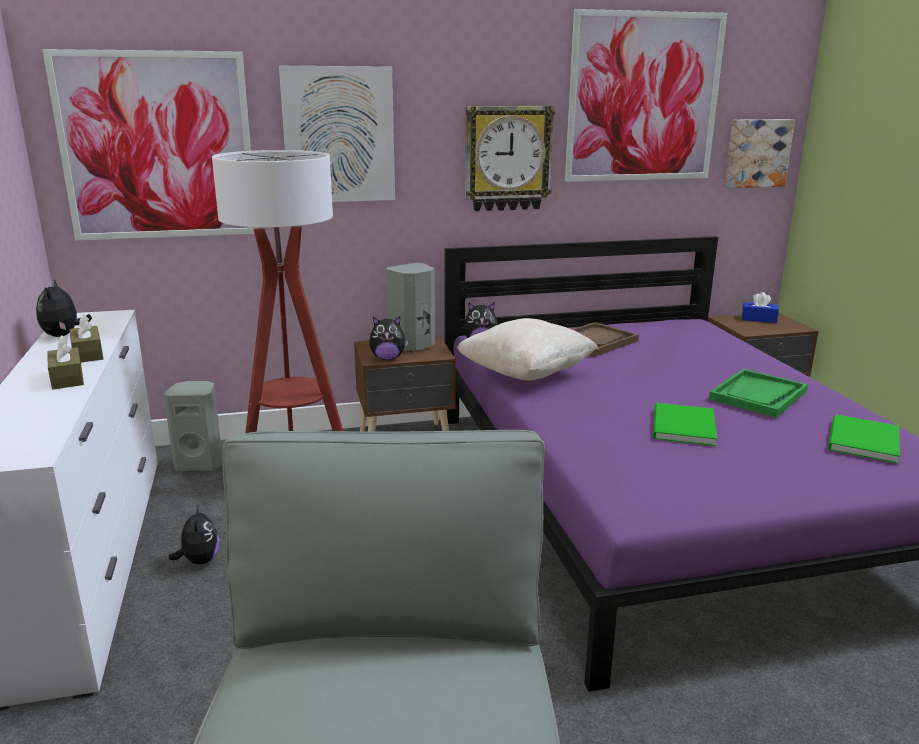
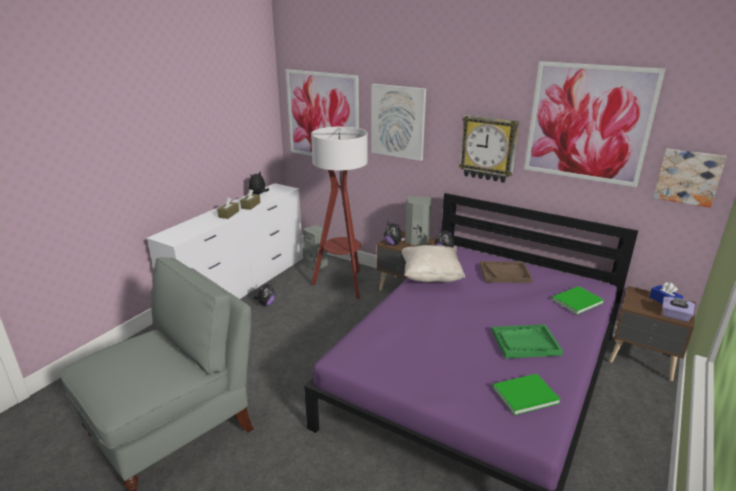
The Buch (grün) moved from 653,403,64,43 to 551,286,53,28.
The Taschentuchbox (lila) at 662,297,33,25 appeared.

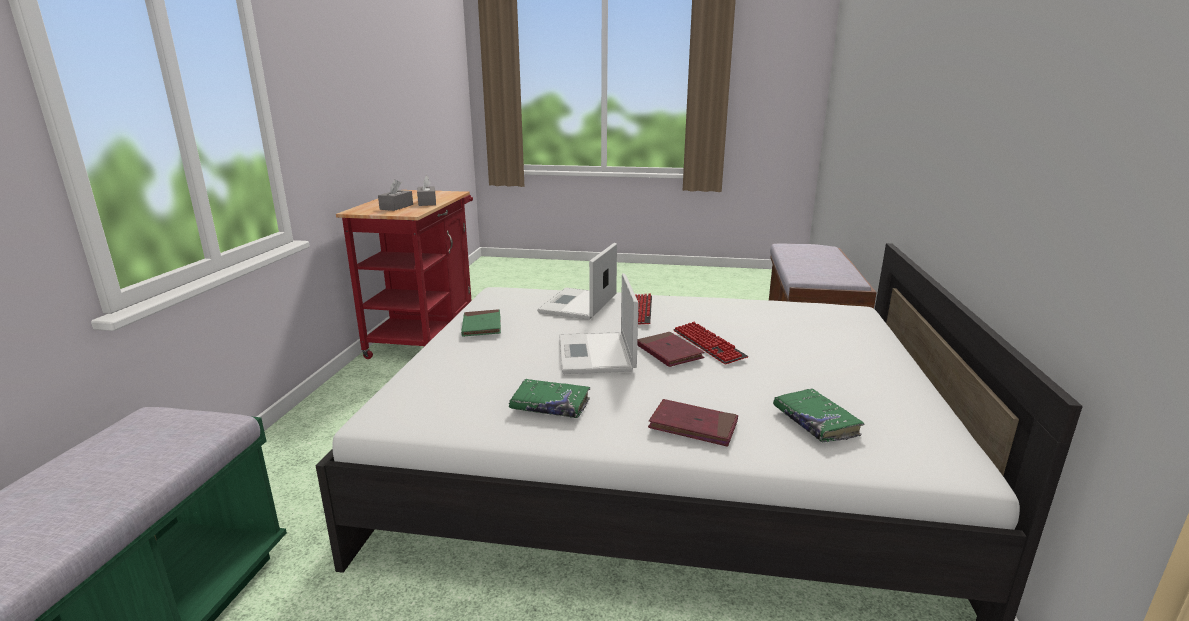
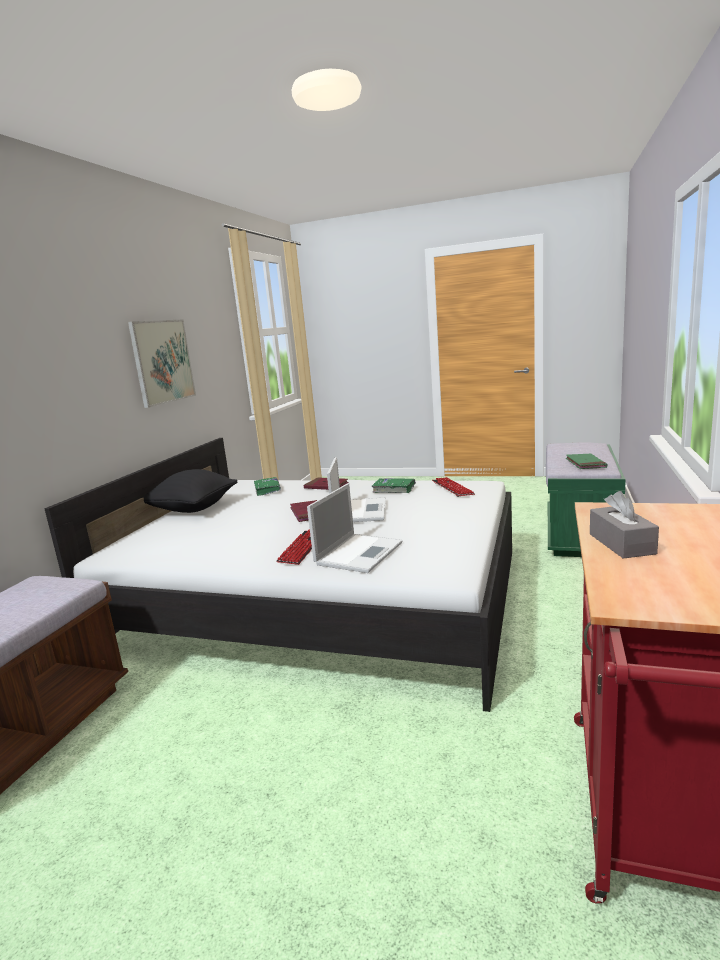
The Taschentuchbox (grau) at 378,179,35,32 disappeared.
The Buch (grün) moved from 461,309,40,28 to 566,453,41,16.
The Tastatur moved from 673,322,75,42 to 432,477,43,20.
The Bild at 128,319,68,89 appeared.
The Kissen (schwarz) at 142,469,96,44 appeared.

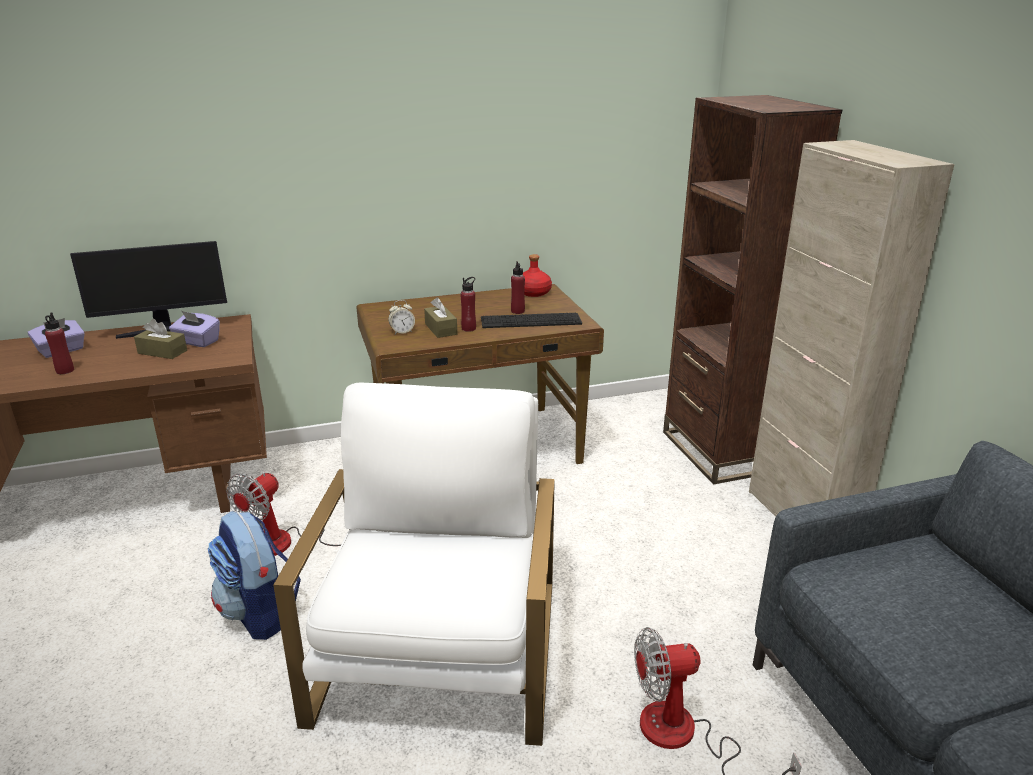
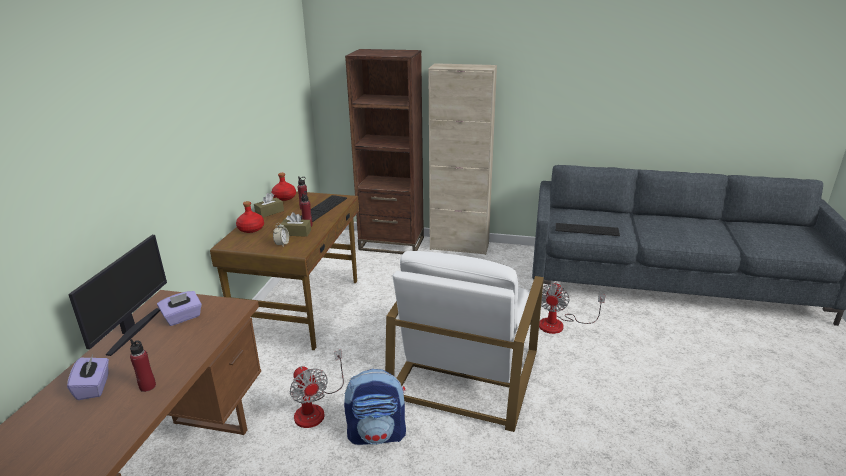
The Taschentuchbox (braun) moved from 134,319,53,40 to 254,193,30,24.
The Sessel (weiß) at 273,383,282,363 turned 105 degrees counterclockwise.
The Flasche (rot) at 236,201,28,32 appeared.
The Tastatur at 556,223,64,13 appeared.

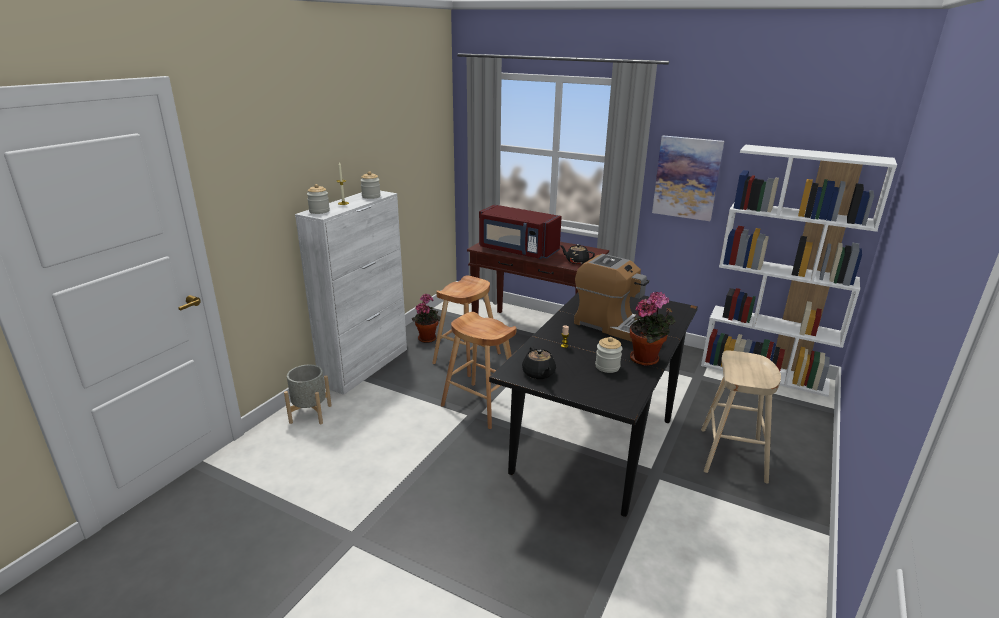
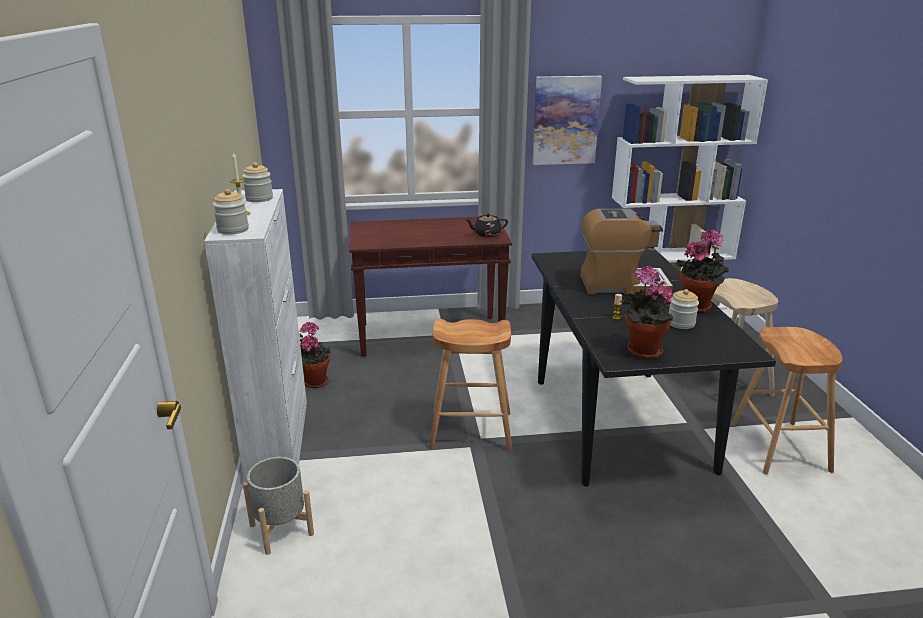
The Hocker (braun) moved from 432,276,69,101 to 731,327,112,147.
The Mikrowelle (rot) at 479,205,83,54 disappeared.
The Teekanne (schwarz) at 522,346,34,33 was replaced by the Topfpflanze at 620,266,53,93.

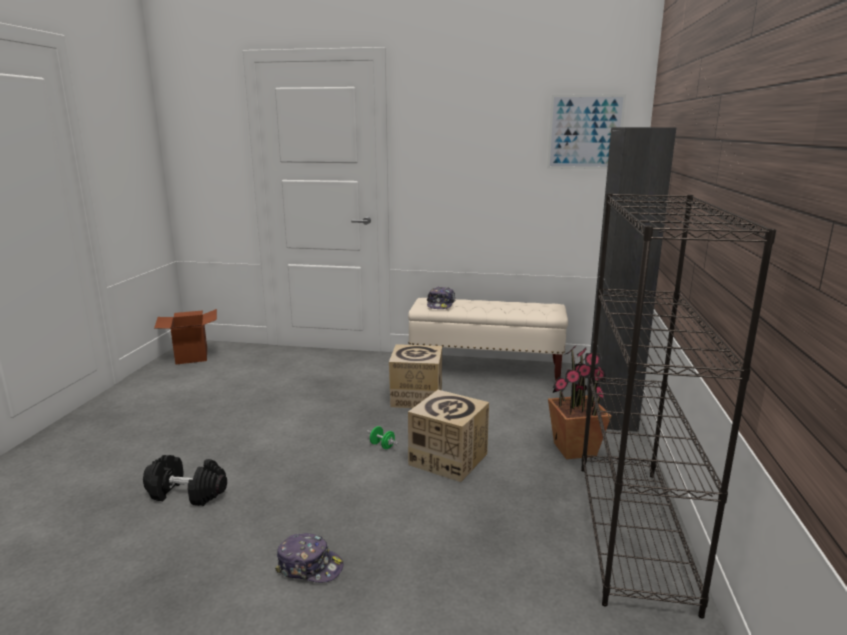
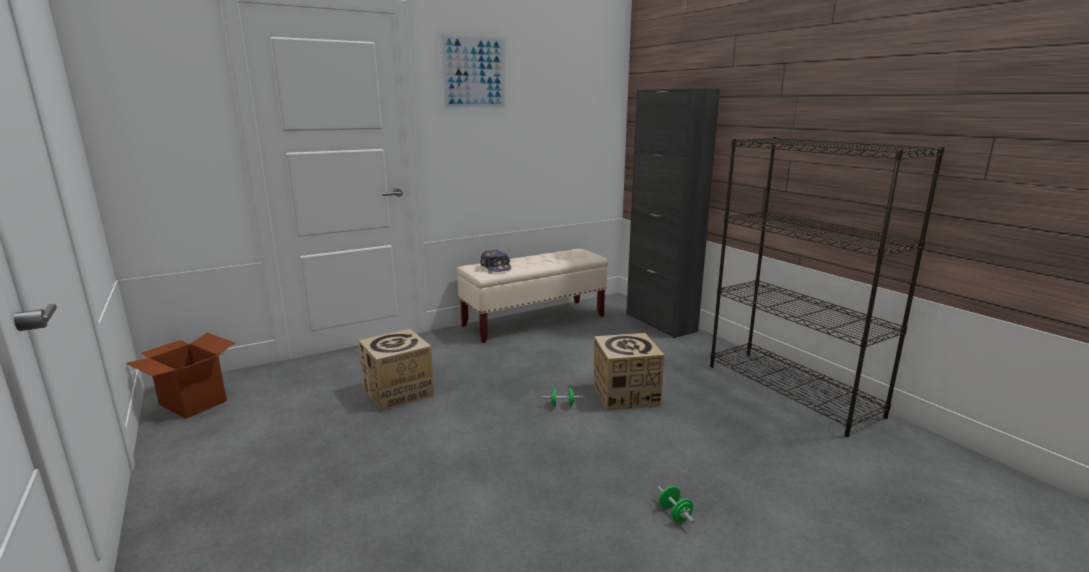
The Hantel (schwarz) at 143,455,84,51 disappeared.
The Kappe at 275,533,69,50 was replaced by the Hantel (grün) at 658,486,37,37.
The Karton moved from 389,344,53,64 to 358,329,77,82.
The Bild moved from 547,94,79,75 to 439,33,68,77.
The Topfpflanze at 548,346,63,113 disappeared.

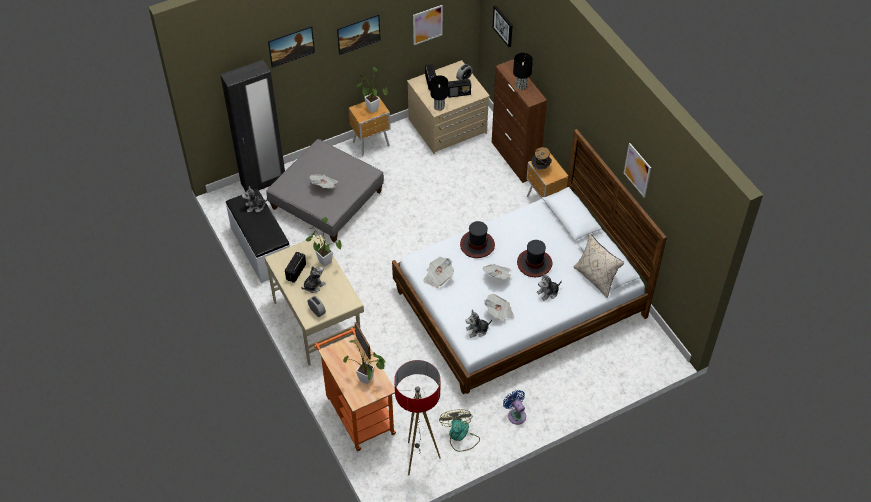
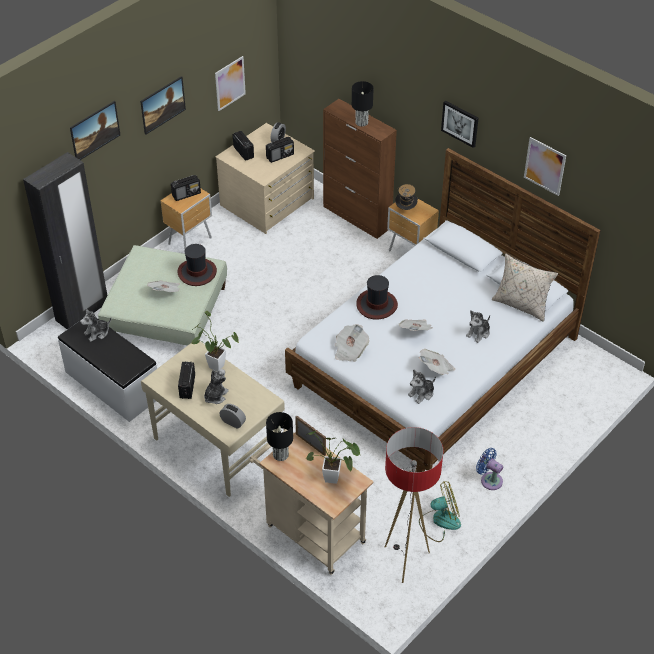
The Polsterhocker (grau) at 266,139,118,104 became the Polsterhocker (grün) at 98,245,129,101.
The Rollwagen (orange) at 314,328,82,123 became the Rollwagen (beige) at 250,429,123,146.
The Topfpflanze at 357,67,31,46 was replaced by the Radio at 171,175,30,26.
The Tischlampe (schwarz) moved from 430,75,18,36 to 266,412,27,49.
The Ventilator at 439,409,41,43 turned 105 degrees clockwise.
The Bild moved from 493,5,20,42 to 441,101,37,47.
The Hut moved from 517,240,35,37 to 178,244,39,42.

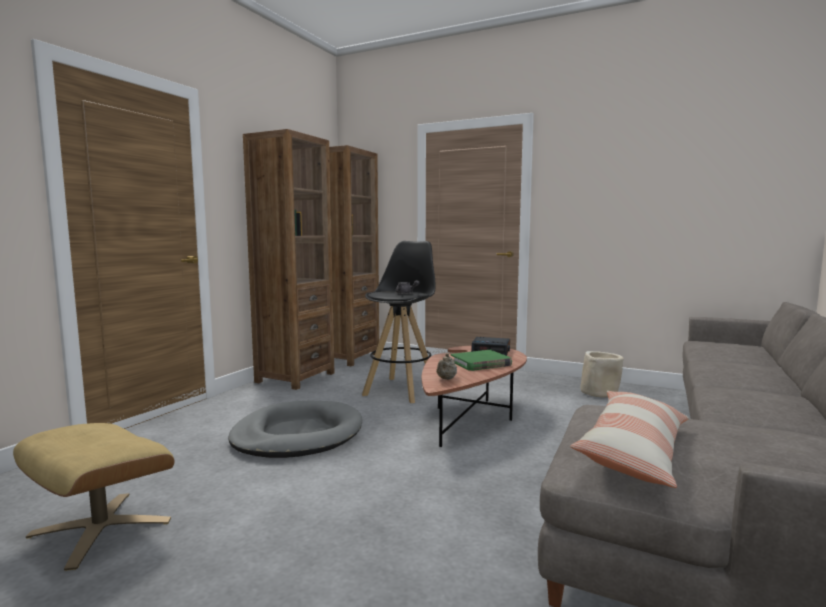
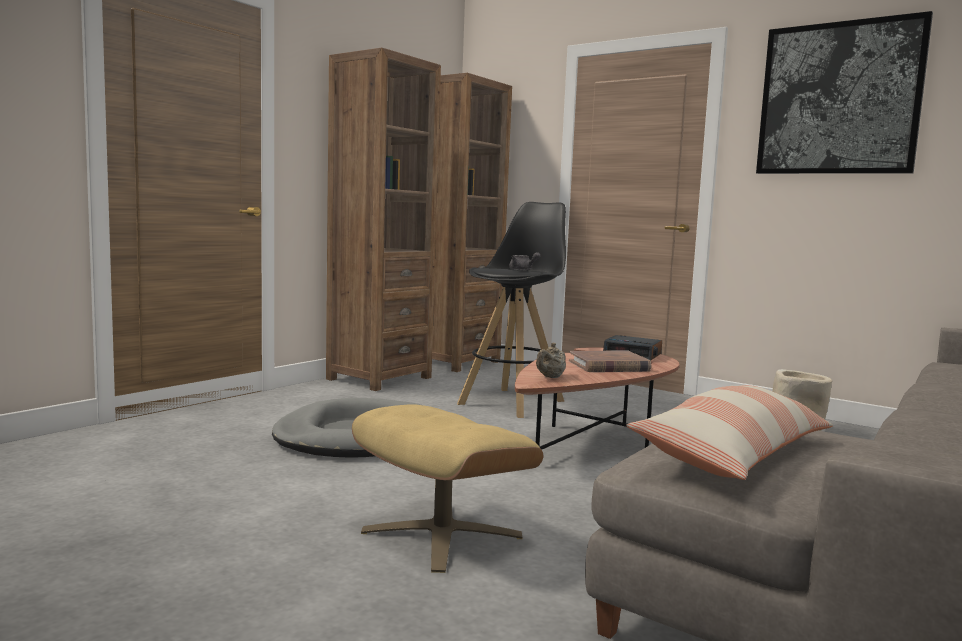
The Polsterhocker (beige) moved from 13,423,162,148 to 352,404,191,169.
The Buch (grün) at 451,350,61,21 became the Buch (braun) at 569,351,82,21.
The Bild at 756,11,177,163 appeared.

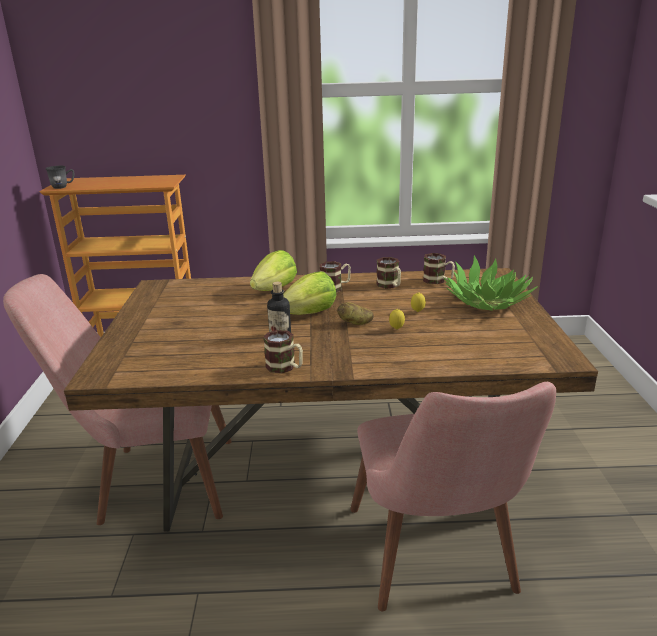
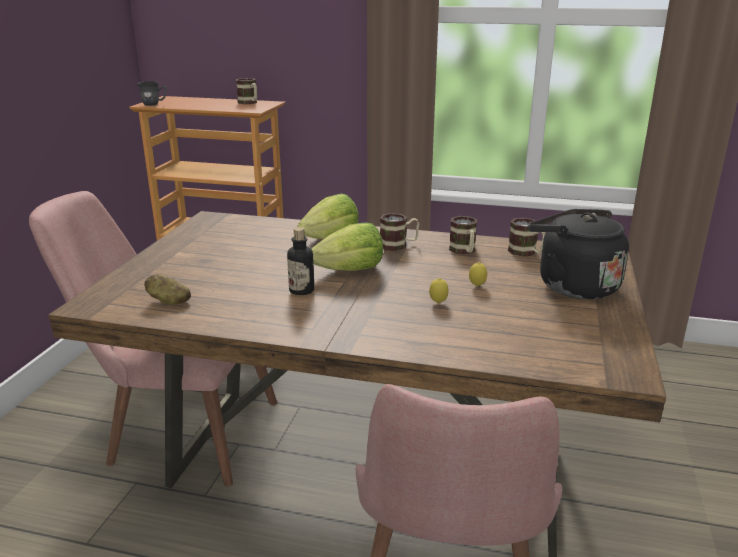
The Henkelbecher moved from 263,330,40,43 to 236,78,21,26.
The Kartoffel moved from 337,302,37,23 to 144,274,47,31.
The Topfpflanze at 444,255,94,56 was replaced by the Wasserkessel (schwarz) at 528,209,101,90.

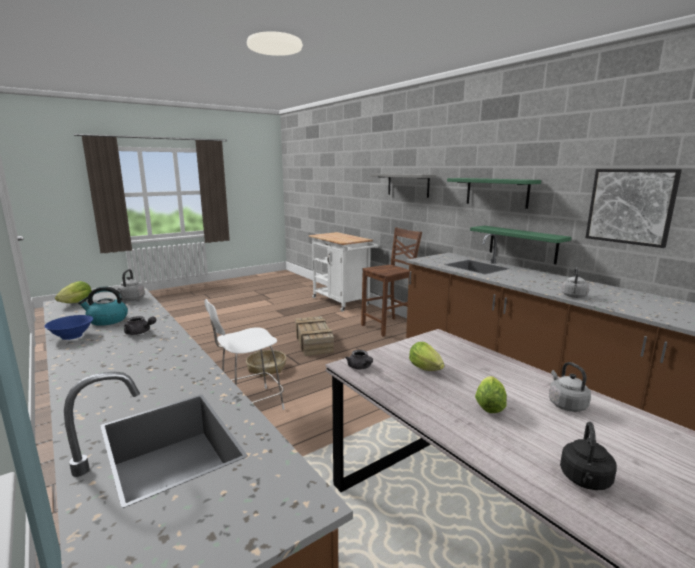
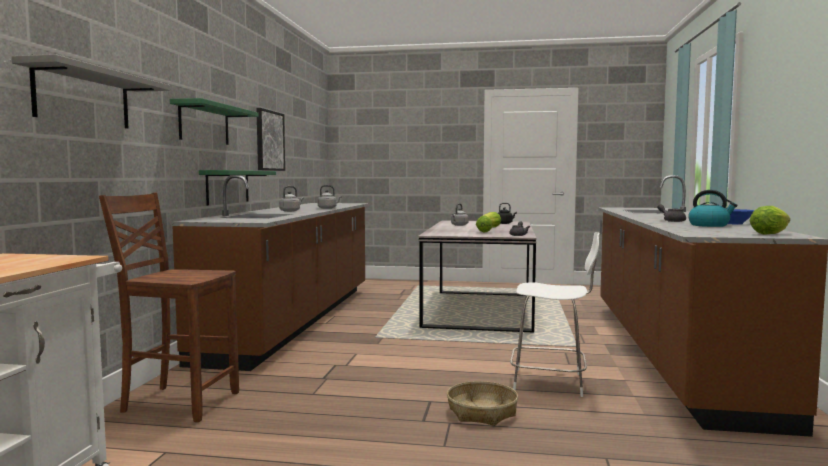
The Wasserkessel (grau) moved from 117,269,28,32 to 279,186,25,26.
The Kiste at 295,316,39,40 disappeared.

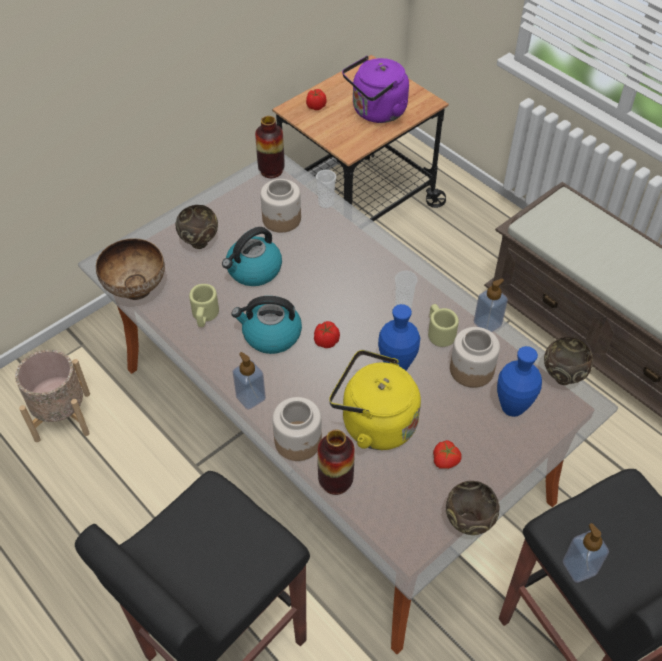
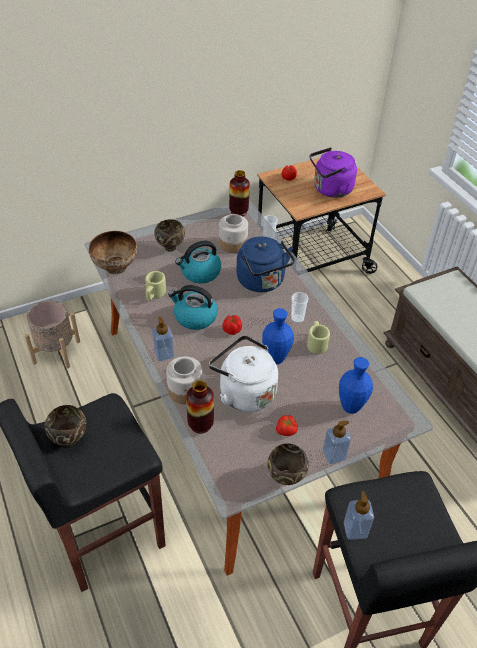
The Wasserkessel (gelb) at 329,350,92,100 became the Wasserkessel (weiß) at 209,335,69,77.
The Vorratsglas at 450,327,50,61 disappeared.
The Seifenspender moved from 474,279,34,53 to 323,420,28,44.
The Schüssel (braun) moved from 544,337,49,48 to 45,405,41,41.
The Wasserkessel (blau) at 236,237,59,55 appeared.

